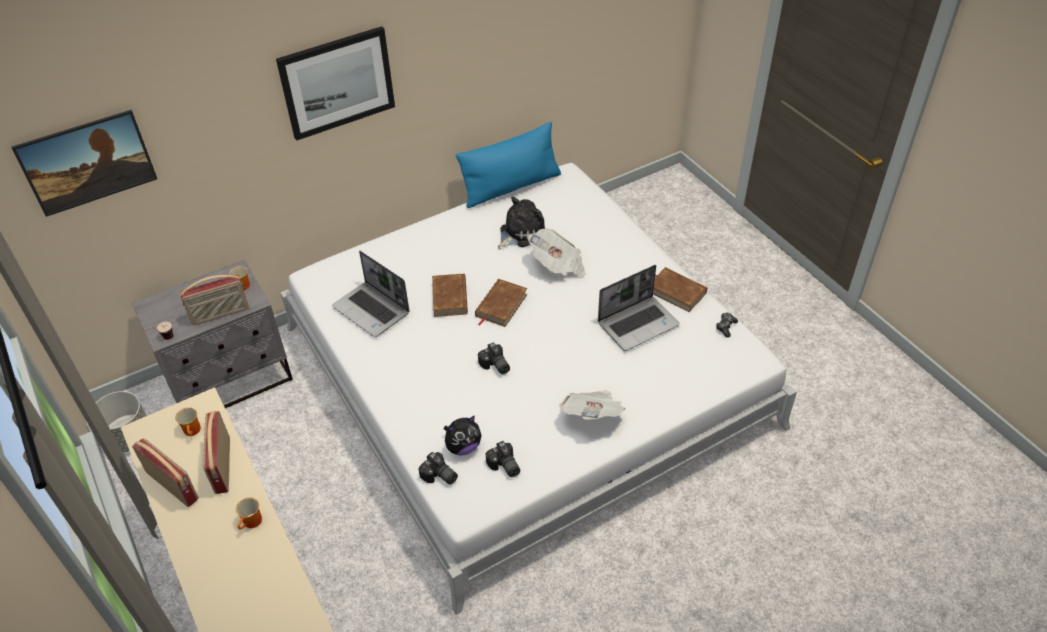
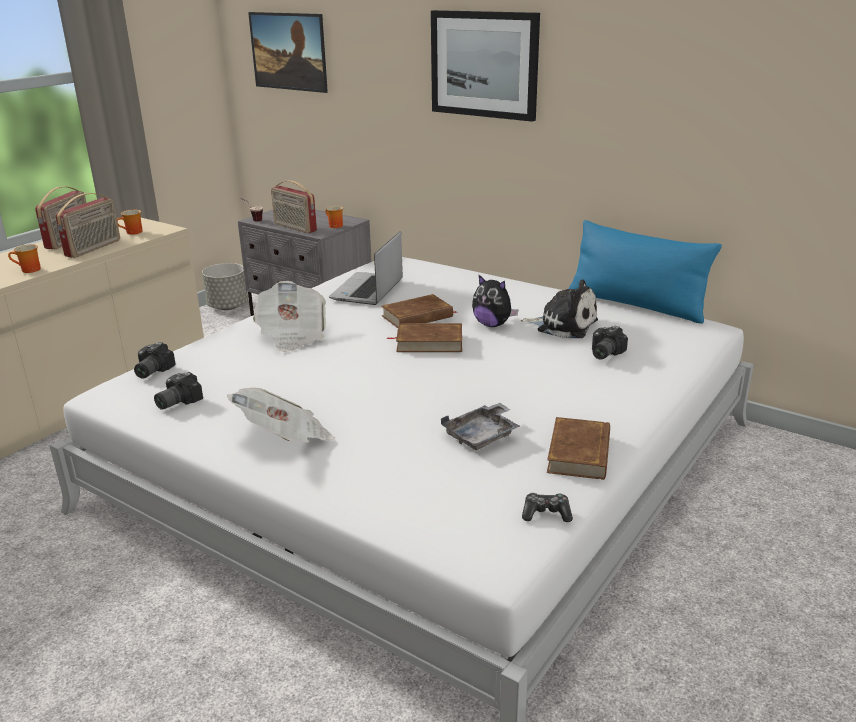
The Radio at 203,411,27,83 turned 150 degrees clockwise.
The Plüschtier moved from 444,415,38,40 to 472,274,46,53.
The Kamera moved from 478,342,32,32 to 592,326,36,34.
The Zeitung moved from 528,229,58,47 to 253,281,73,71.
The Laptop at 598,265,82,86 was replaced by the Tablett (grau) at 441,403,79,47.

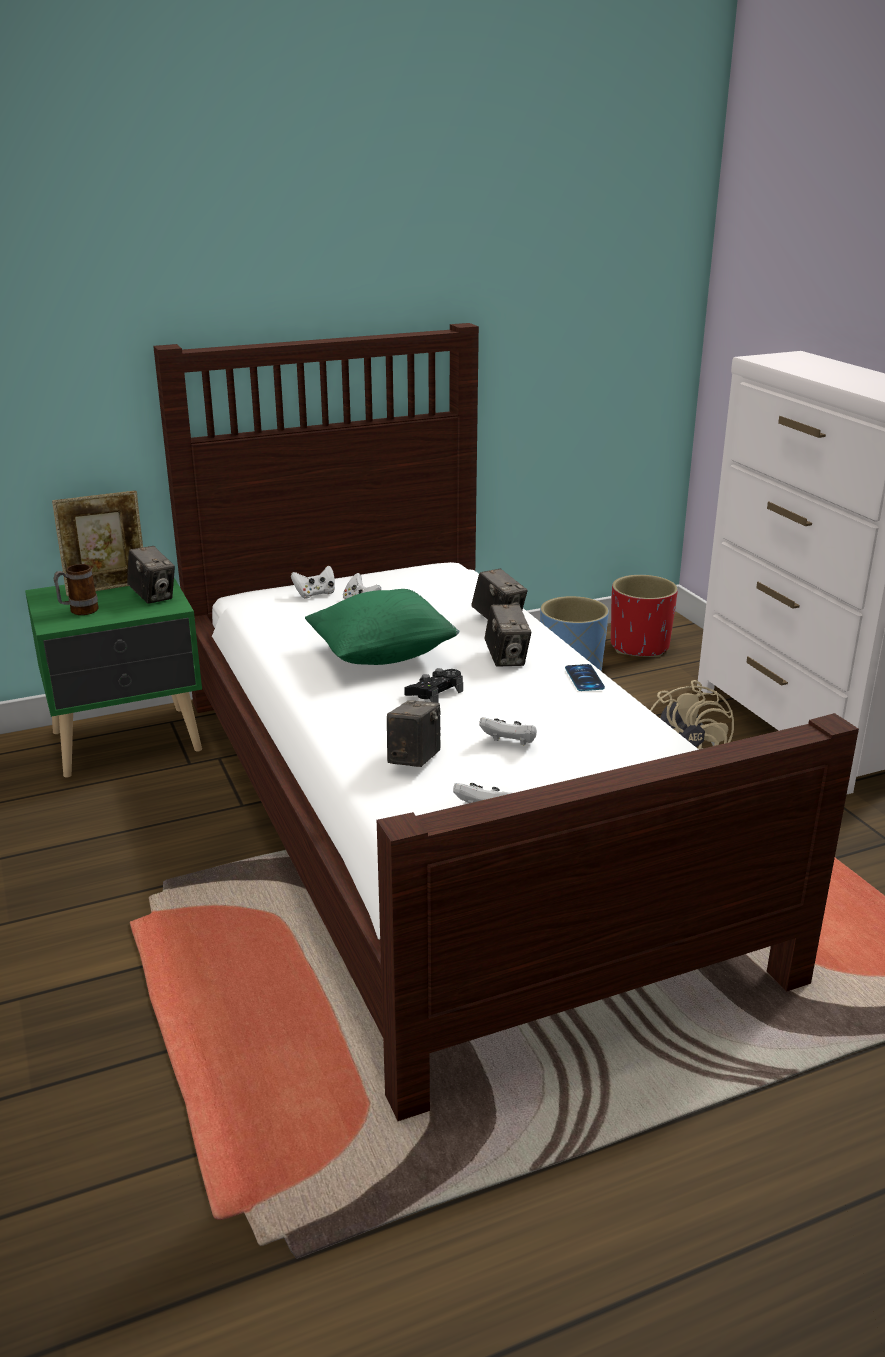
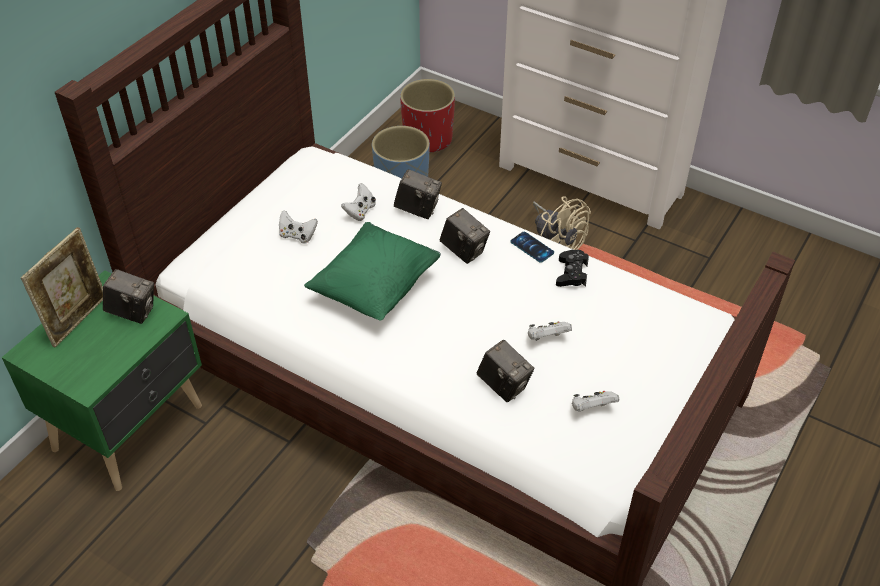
The Henkelbecher at 54,564,45,51 disappeared.
The Gamepad (weiß) moved from 291,565,44,33 to 341,183,35,38.
The Kamera at 387,700,53,67 turned 150 degrees clockwise.
The Gamepad (schwarz) moved from 404,668,59,35 to 556,250,33,37.

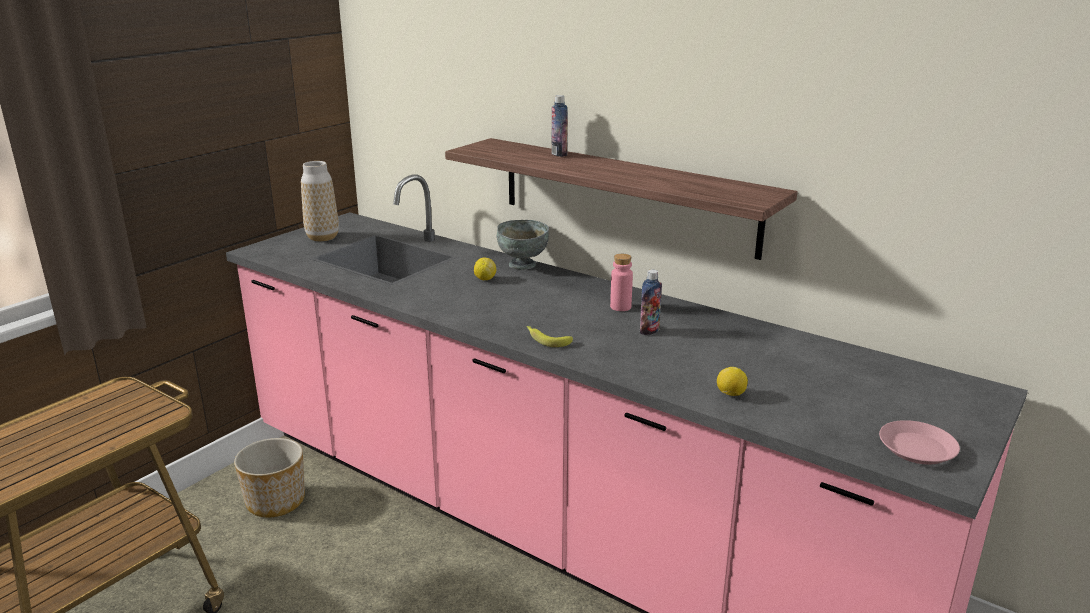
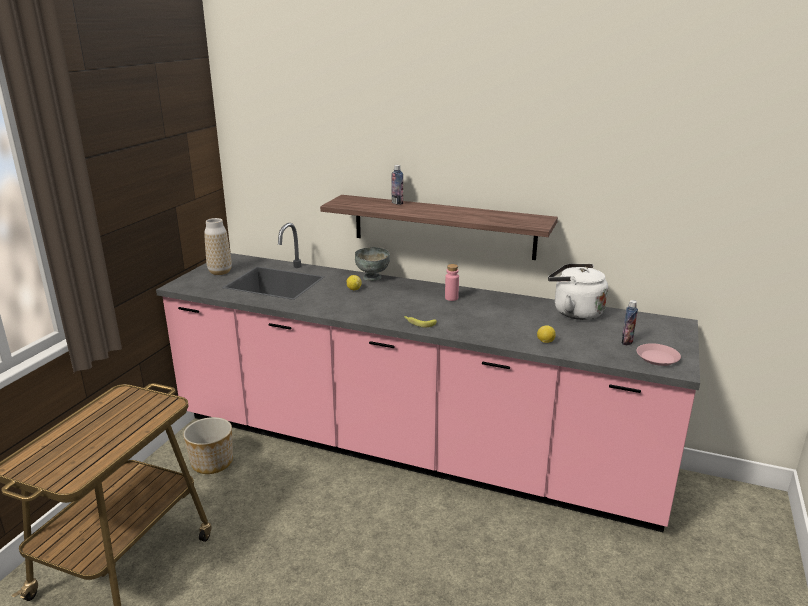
The Flasche moved from 640,270,22,65 to 621,300,17,46.
The Wasserkessel (weiß) at 548,264,60,56 appeared.

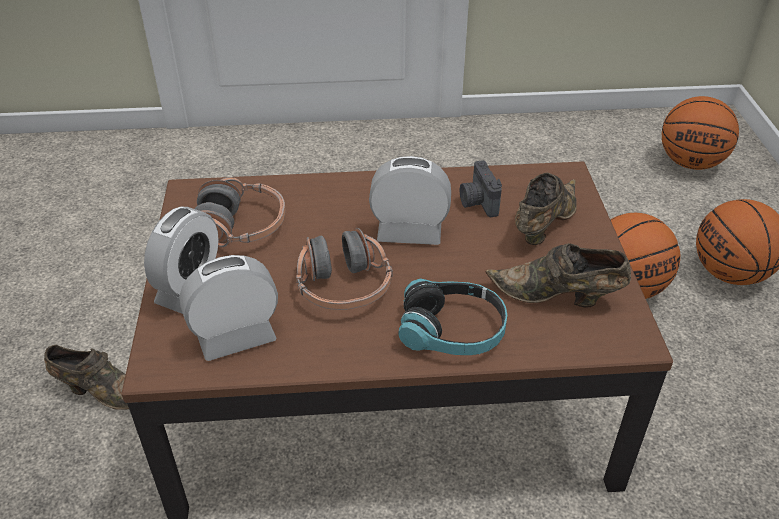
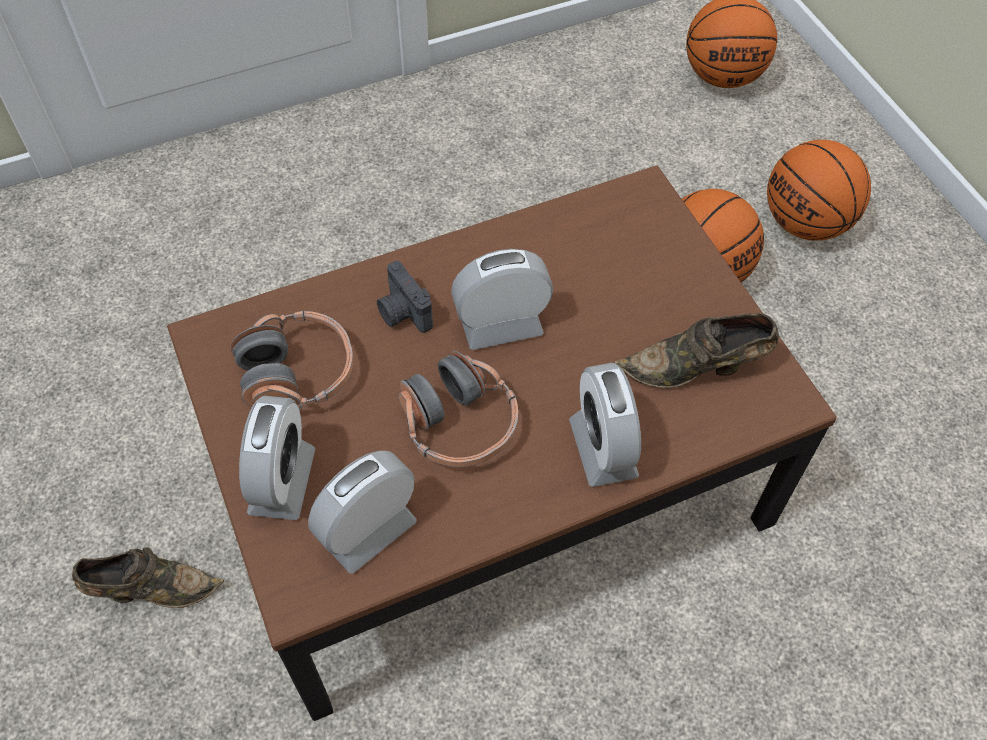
The Kopfhörer at 399,278,108,77 was replaced by the Wecker at 569,363,72,124.
The Kamera moved from 460,160,42,57 to 377,261,56,72.
The Schuh (braun) at 515,172,62,73 disappeared.

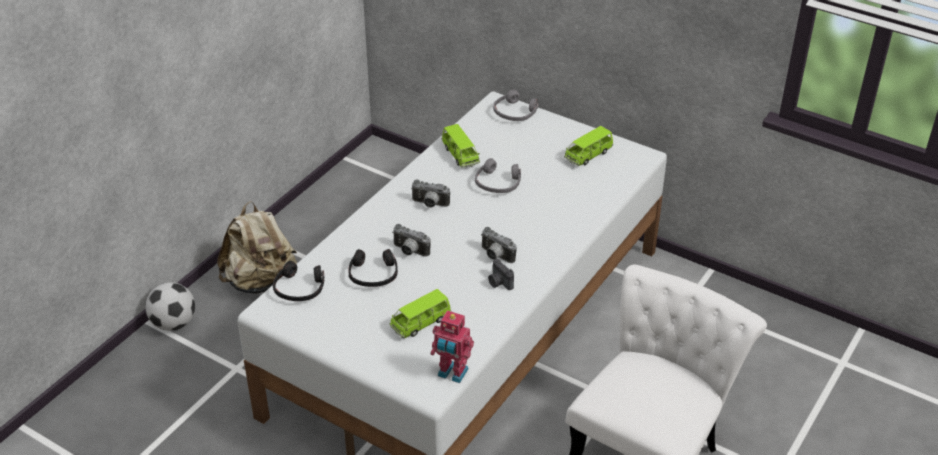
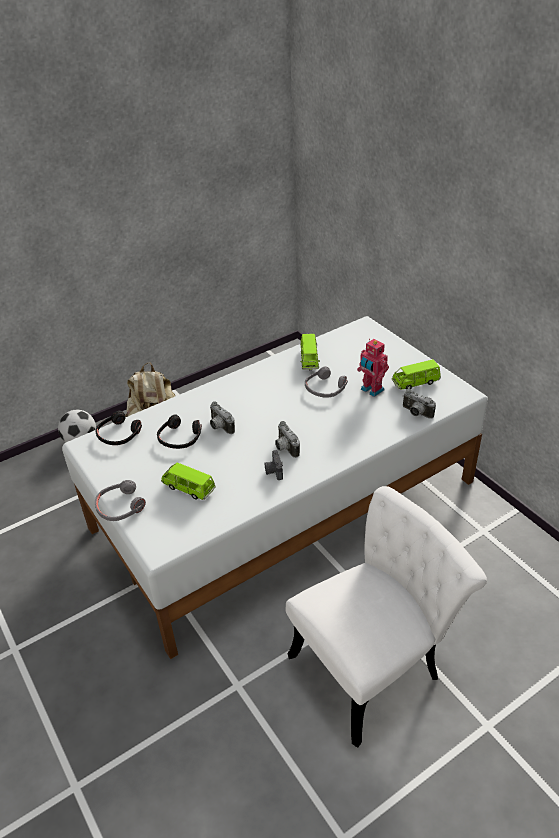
The Spielzeugauto (grün) at 390,289,61,49 turned 45 degrees clockwise.
The Kamera moved from 411,179,39,29 to 403,389,33,30.
The Spielzeugroboter moved from 431,310,43,73 to 357,339,32,58.
The Kopfhörer (grau) moved from 493,89,46,32 to 95,480,51,41.

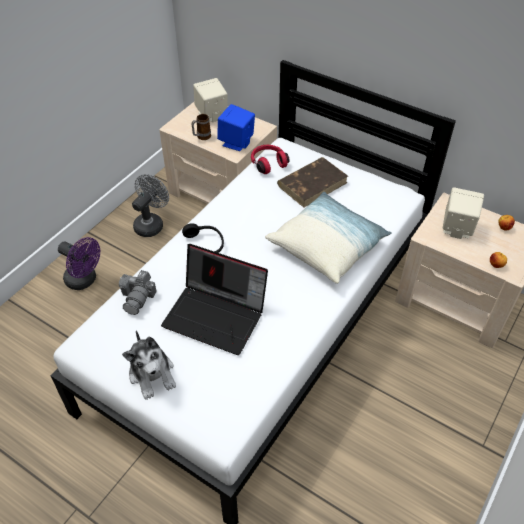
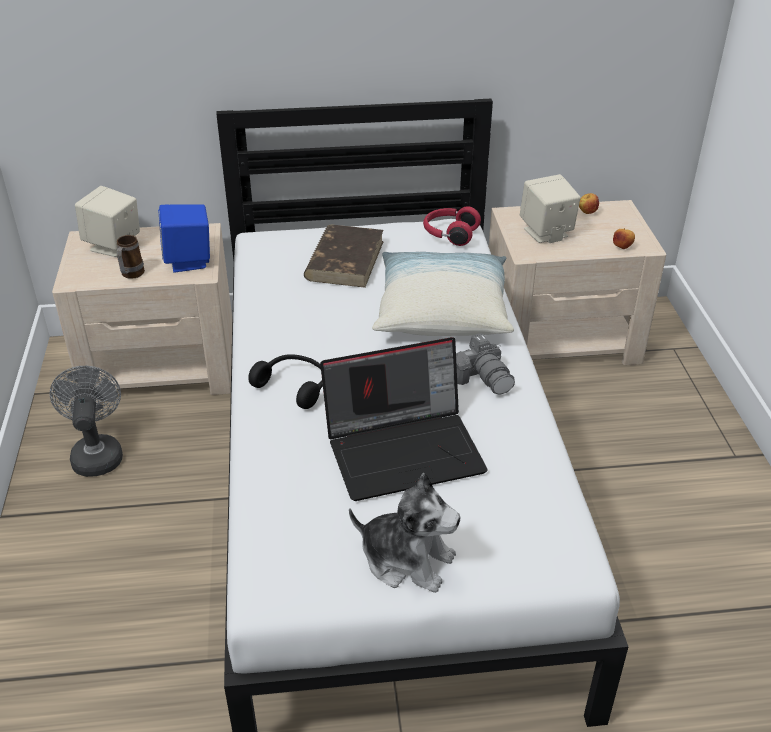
The Ventilator (lila) at 58,237,42,53 disappeared.
The Kamera moved from 119,270,38,45 to 456,333,59,62.
The Kopfhörer (rot) moved from 251,145,38,29 to 423,206,58,40.

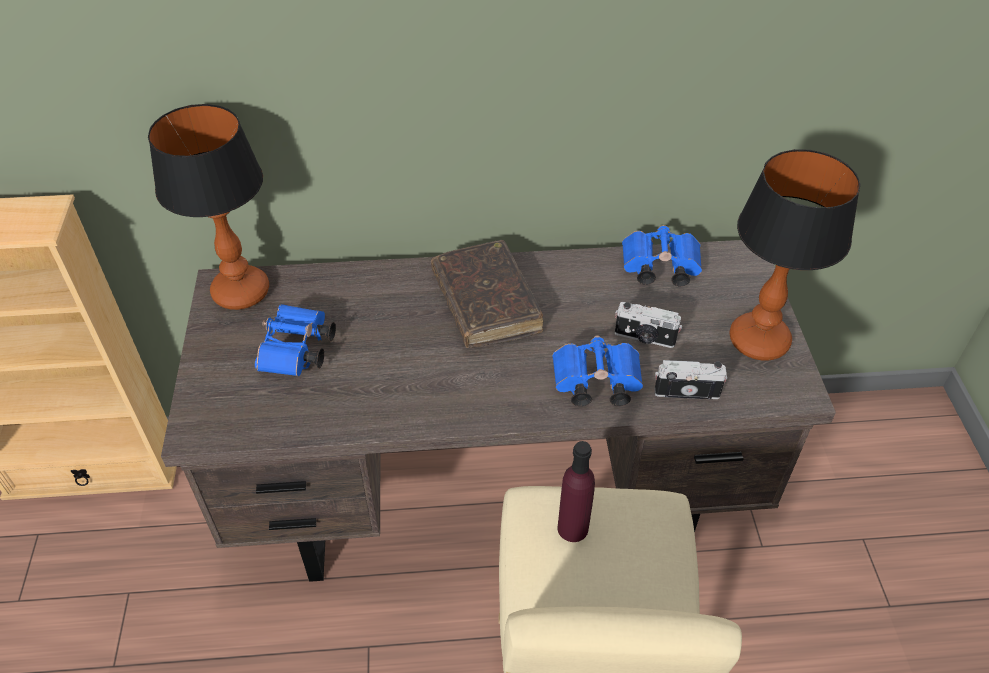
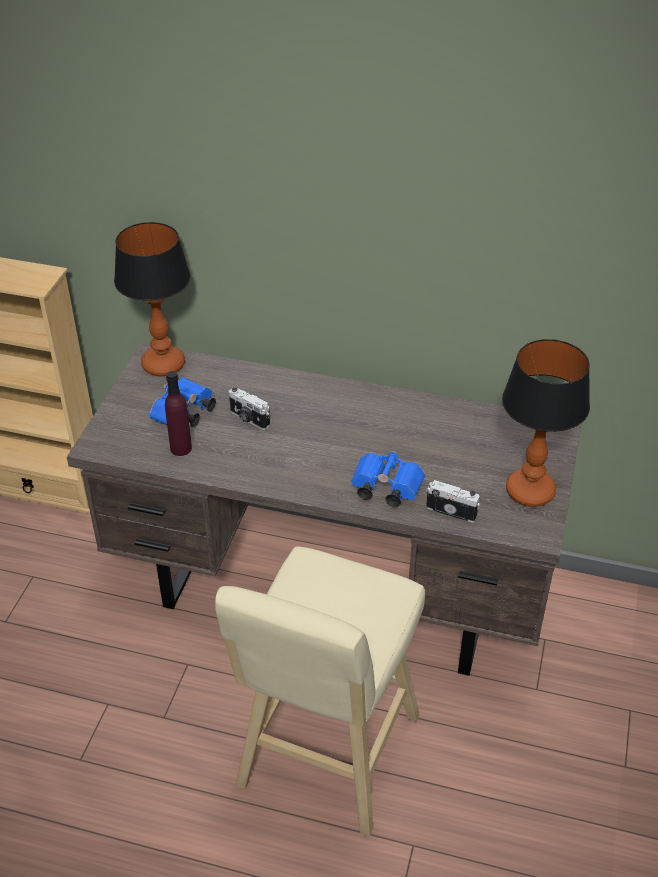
The Buch (braun) at 431,240,112,108 disappeared.
The Flasche (lila) moved from 557,441,38,101 to 165,371,27,85.
The Kamera moved from 615,302,67,46 to 229,387,41,43.
The Fernglas (blau) at 622,225,80,61 disappeared.

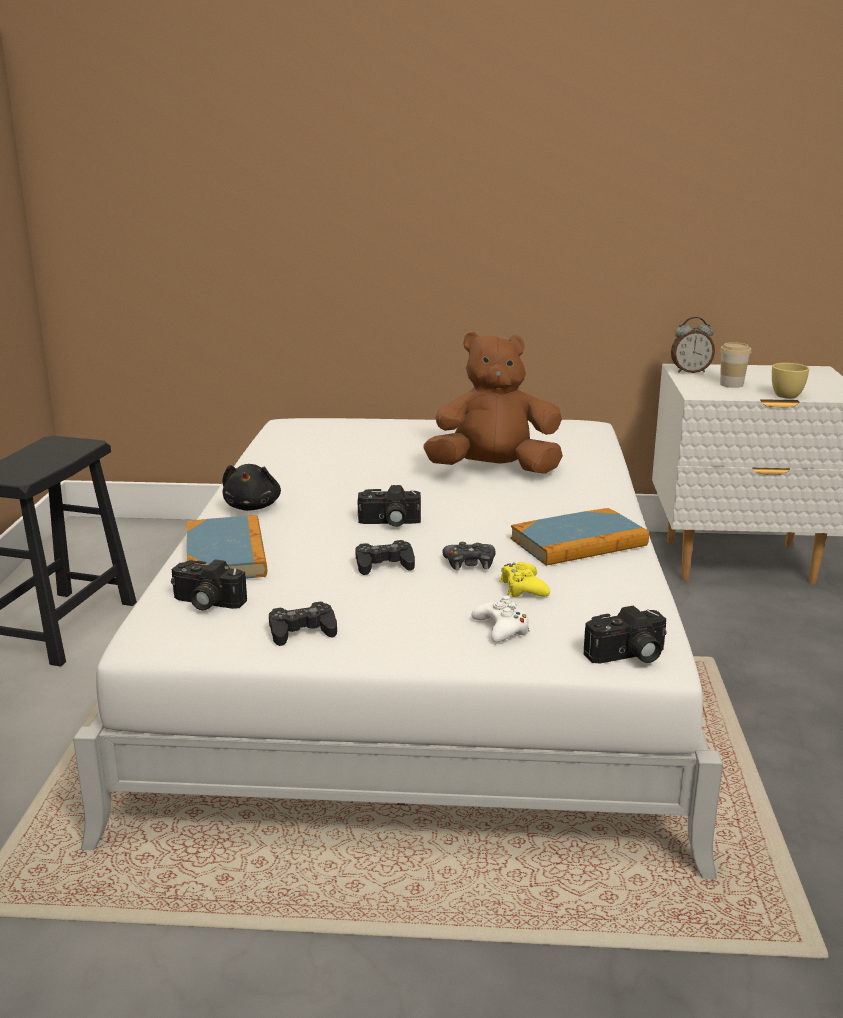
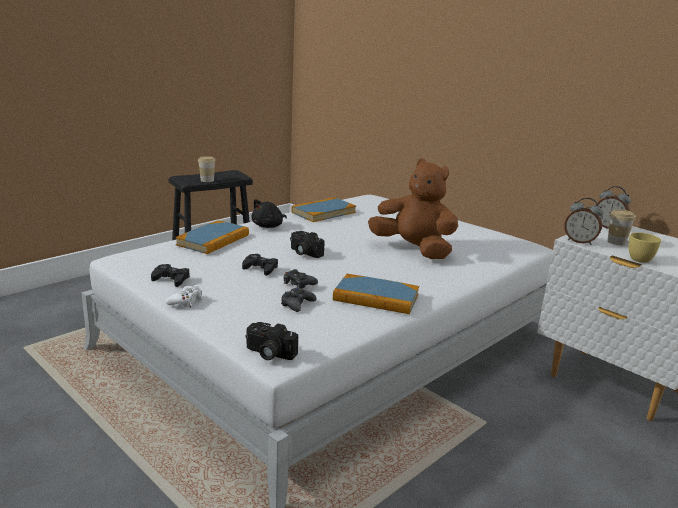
The Kamera at 171,559,76,51 disappeared.
The Gamepad (weiß) moved from 471,596,58,46 to 166,285,37,23.
The Gamepad (gelb) at 500,562,50,35 became the Gamepad (schwarz) at 281,288,35,24.
The Tasse at 198,156,18,26 appeared.
The Buch at 291,197,65,25 appeared.
The Wecker at 564,198,39,47 appeared.

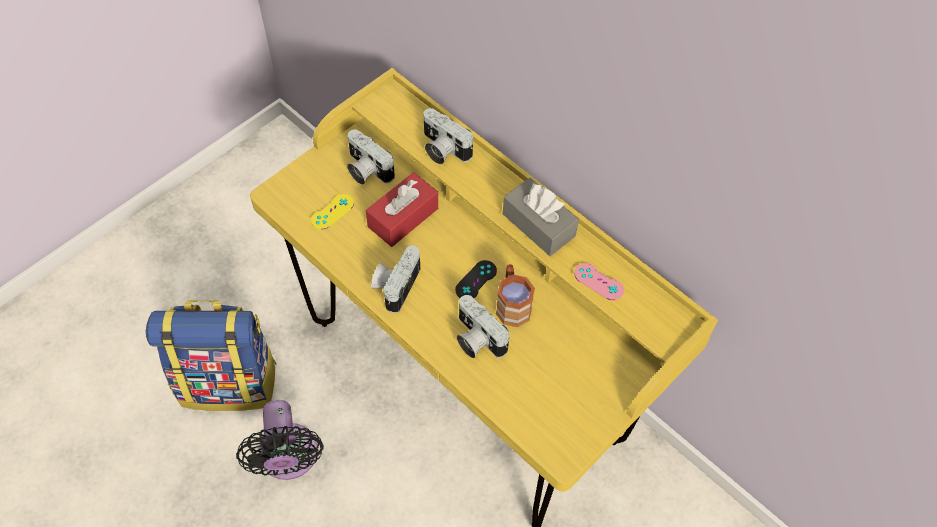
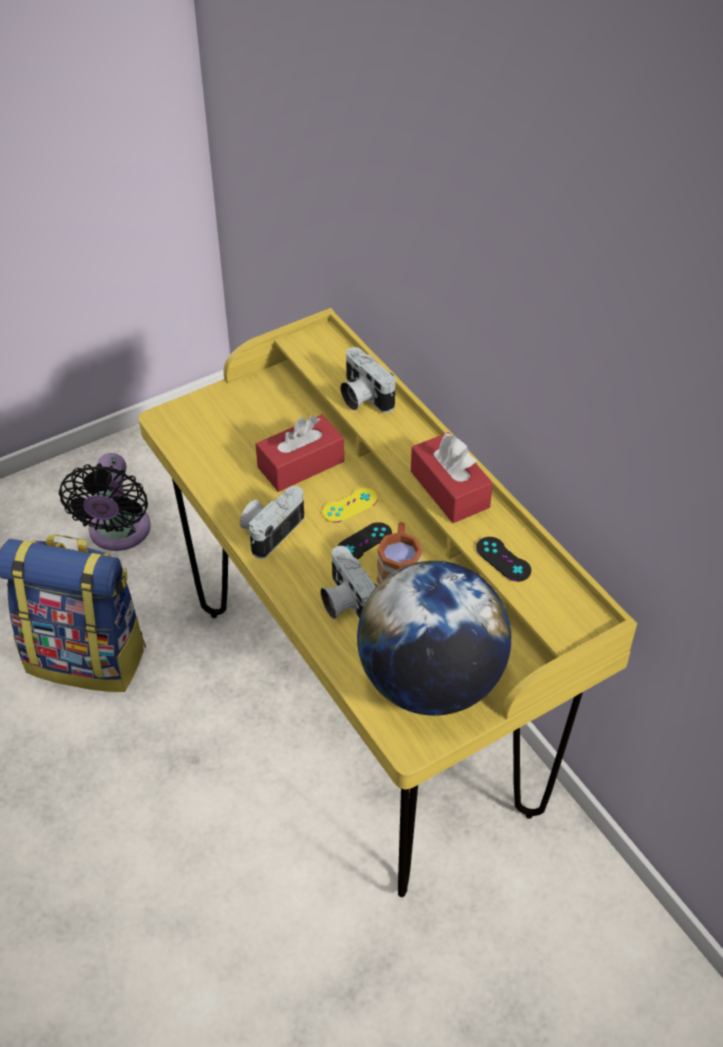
The Ventilator (schwarz) moved from 236,400,88,80 to 59,453,92,98.
The Gamepad (gelb) moved from 311,194,43,36 to 322,488,56,35.
The Kamera at 347,129,48,56 disappeared.
The Taschentuchbox (grau) at 503,178,76,78 became the Taschentuchbox (rot) at 411,432,82,91.
The Gamepad (rosa) at 574,263,50,37 became the Gamepad (schwarz) at 476,537,55,45.
The Globus at 357,561,154,155 appeared.

